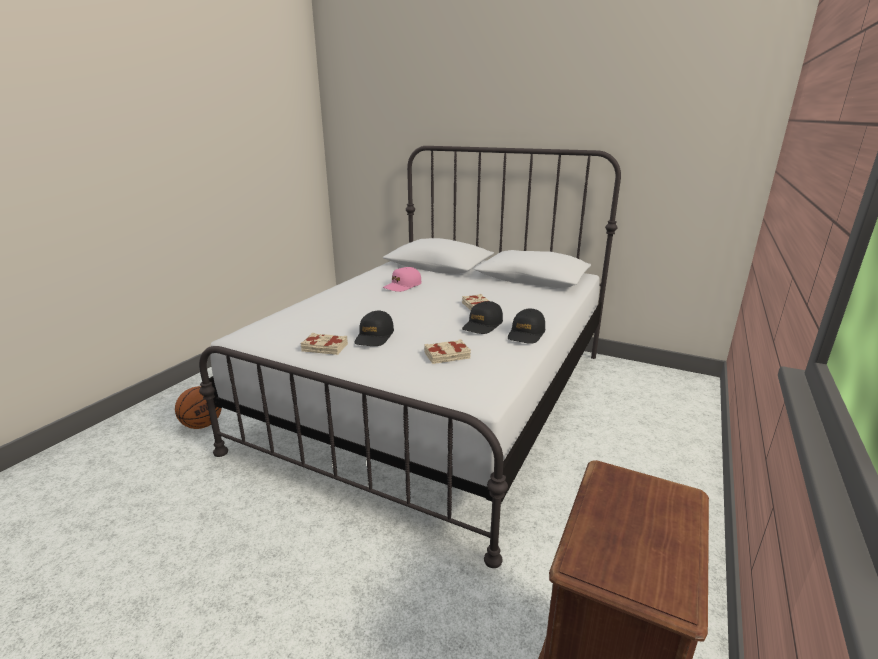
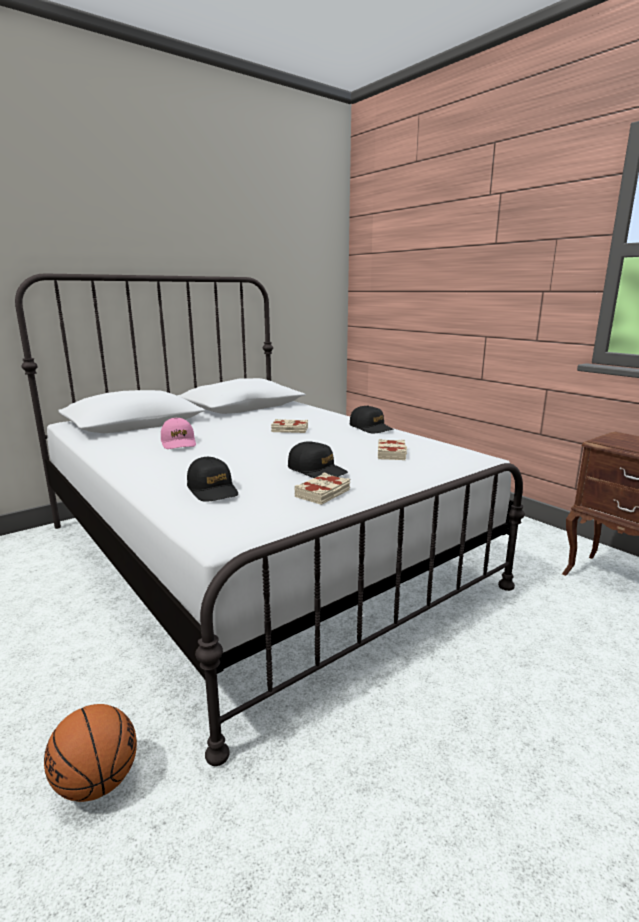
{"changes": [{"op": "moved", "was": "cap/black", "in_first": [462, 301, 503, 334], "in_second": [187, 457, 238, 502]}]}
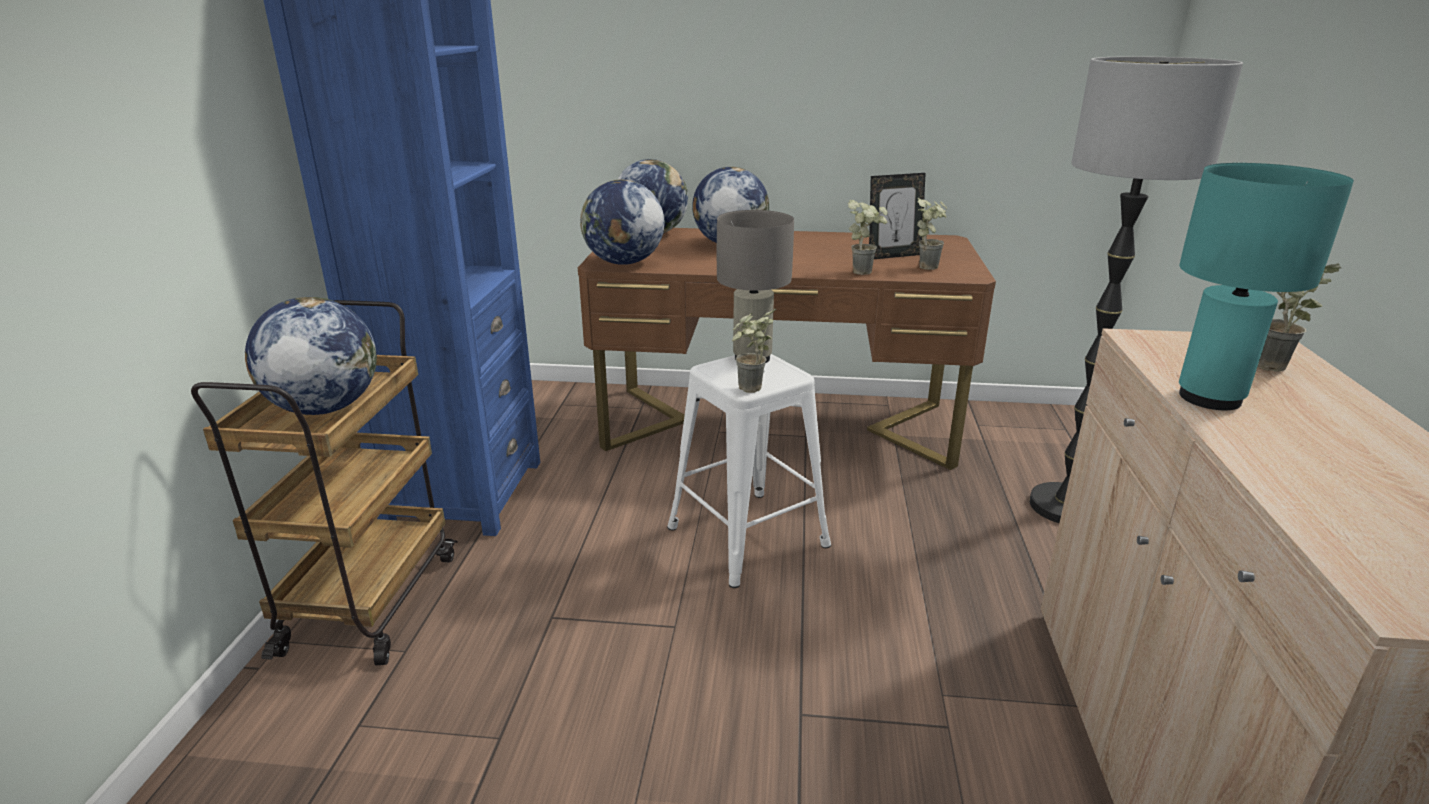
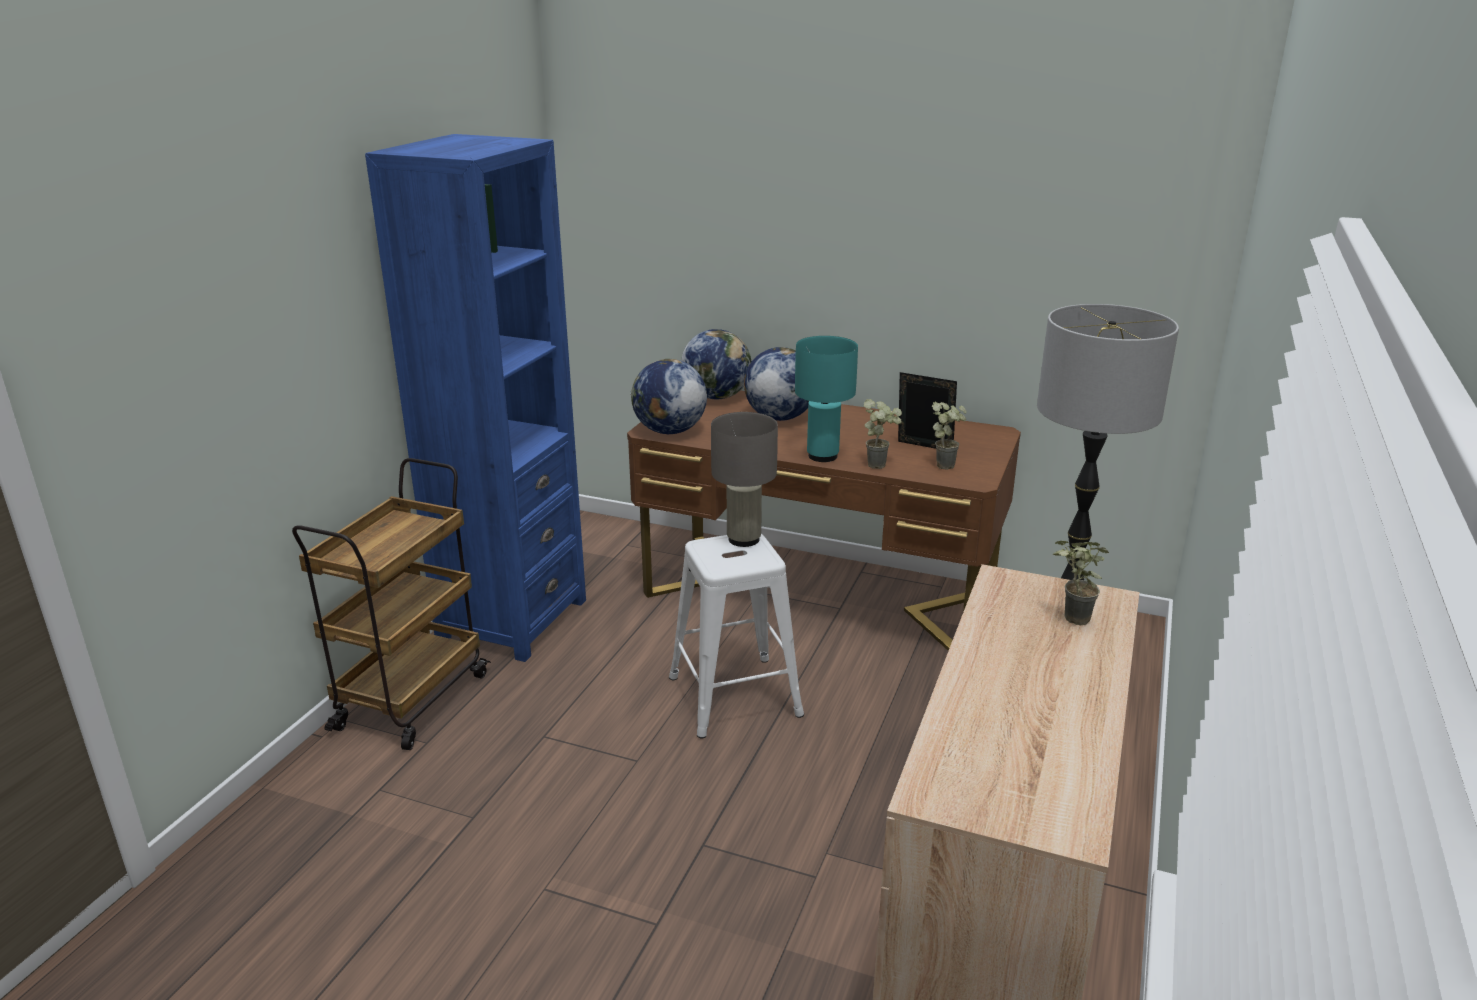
{"changes": [{"op": "removed", "was": "globe", "in_first": [245, 297, 377, 415]}, {"op": "removed", "was": "potted plant", "in_first": [732, 309, 776, 393]}, {"op": "turned", "was": "picture frame", "in_first": [869, 173, 925, 259], "in_second": [898, 372, 957, 449], "clockwise": -150}, {"op": "moved", "was": "table lamp/turquoise", "in_first": [1179, 163, 1354, 410], "in_second": [795, 336, 858, 462]}]}
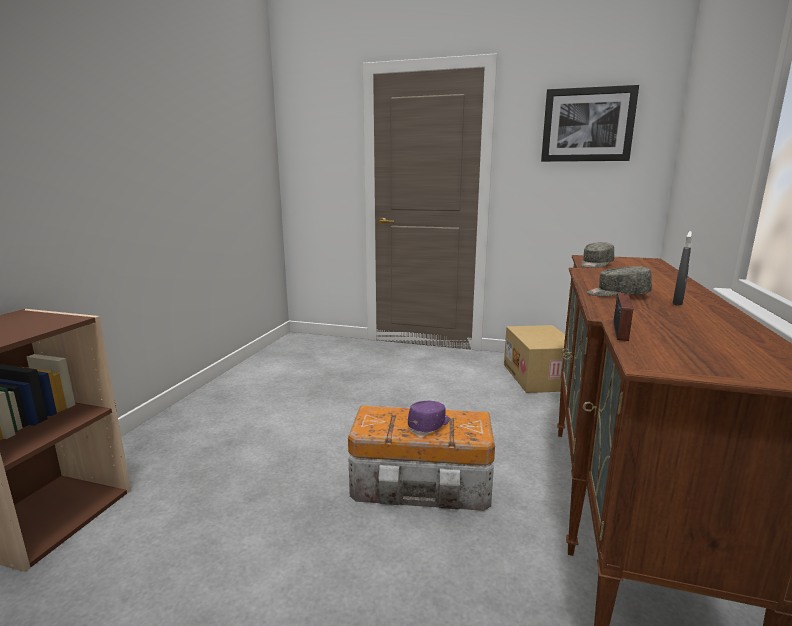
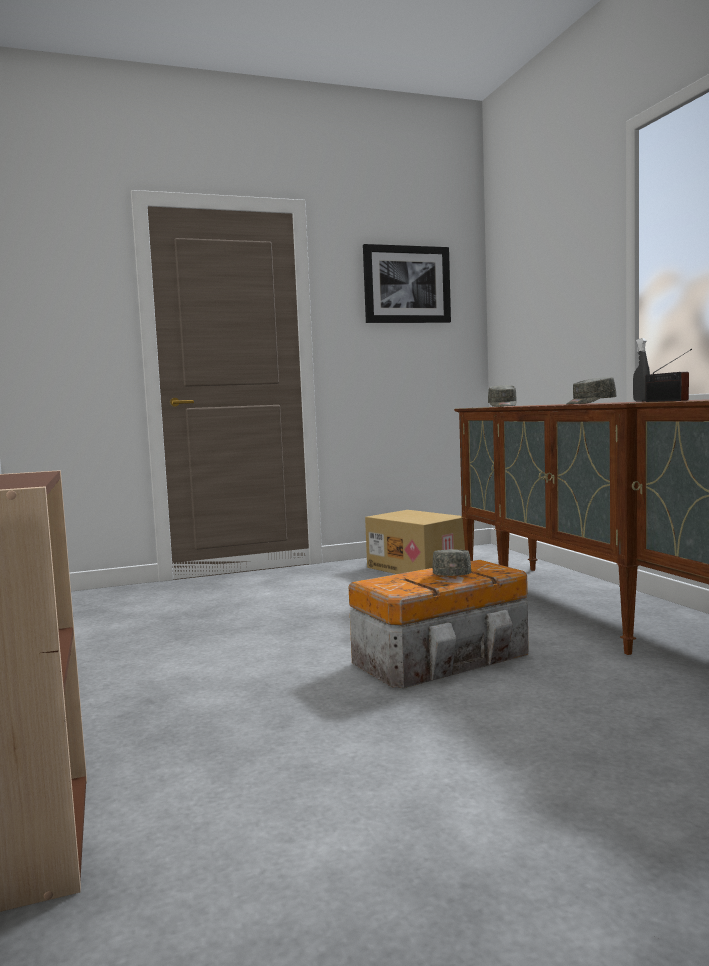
{"changes": [{"op": "recoloured", "was": "cap/purple", "now": "cap/grey", "in_first": [408, 401, 449, 432], "in_second": [432, 549, 471, 576]}]}
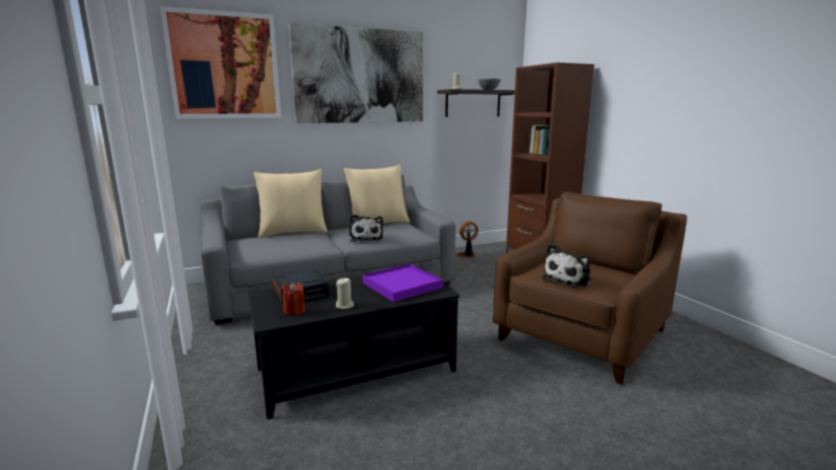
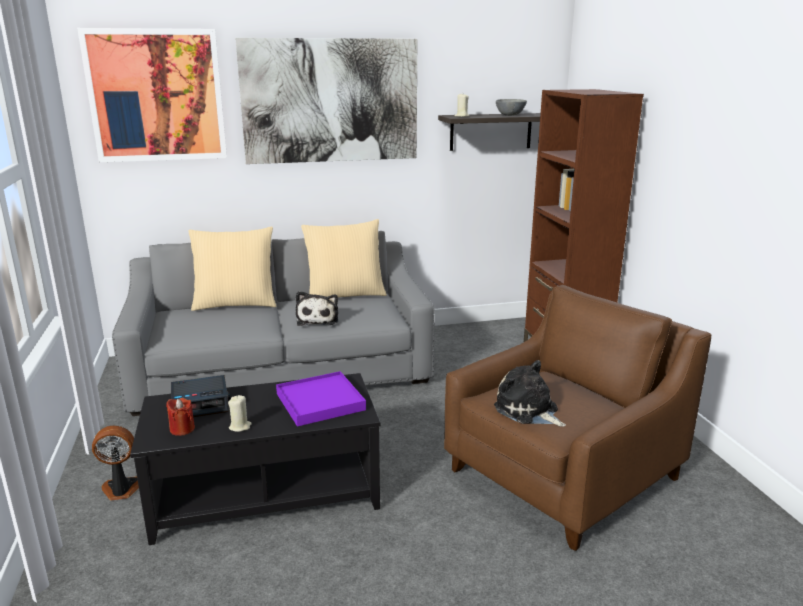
{"changes": [{"op": "moved", "was": "fan", "in_first": [456, 221, 478, 258], "in_second": [92, 426, 139, 500]}, {"op": "turned", "was": "plush toy", "in_first": [542, 243, 592, 287], "in_second": [494, 360, 566, 427], "clockwise": 90}]}
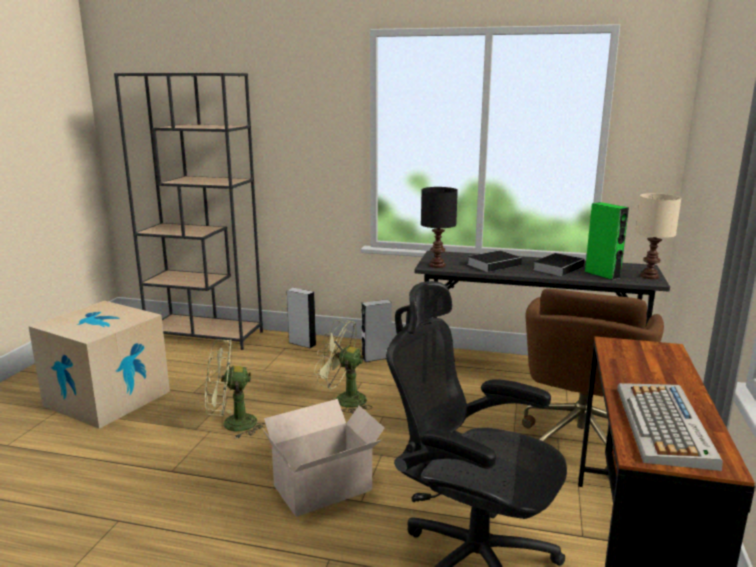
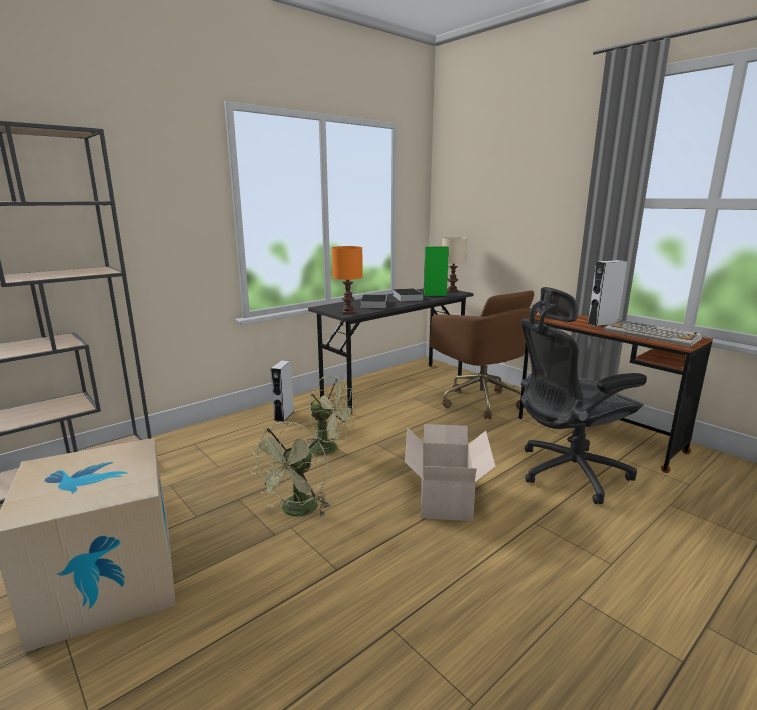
{"changes": [{"op": "moved", "was": "speaker/grey", "in_first": [287, 288, 316, 348], "in_second": [588, 260, 627, 327]}, {"op": "turned", "was": "fan/green", "in_first": [314, 319, 372, 413], "in_second": [307, 376, 356, 462], "clockwise": -120}, {"op": "recoloured", "was": "table lamp/black", "now": "table lamp/orange", "in_first": [421, 187, 458, 268], "in_second": [332, 246, 363, 314]}]}
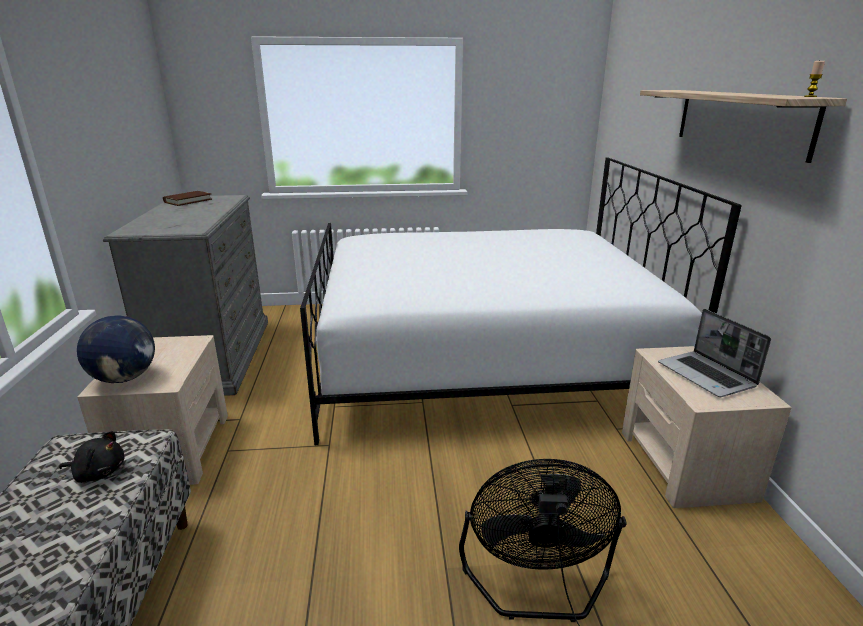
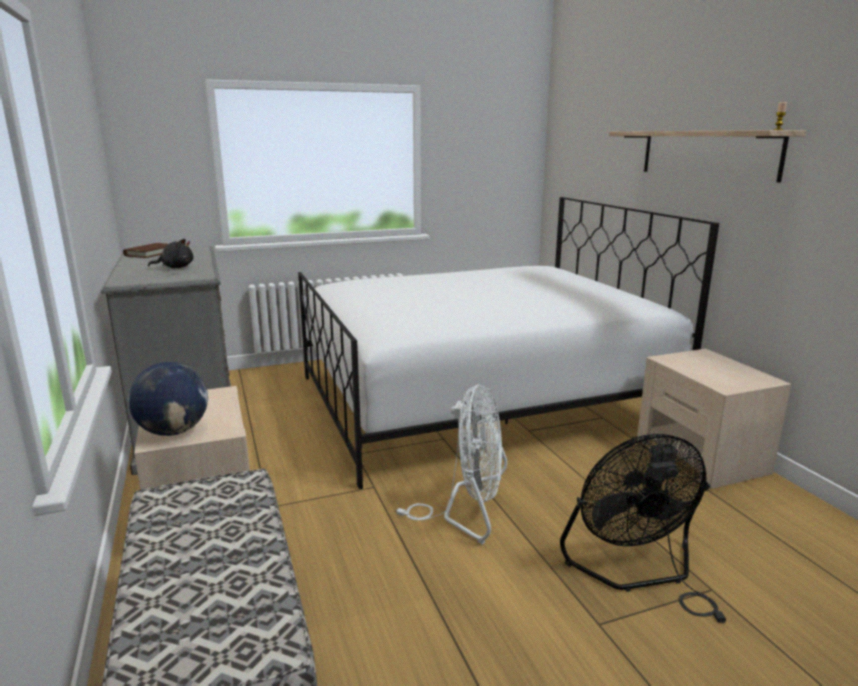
{"changes": [{"op": "moved", "was": "plush toy/black", "in_first": [59, 431, 124, 483], "in_second": [148, 239, 193, 268]}, {"op": "removed", "was": "laptop", "in_first": [658, 309, 771, 397]}, {"op": "added", "now": "fan/white", "in_second": [395, 385, 507, 545]}]}
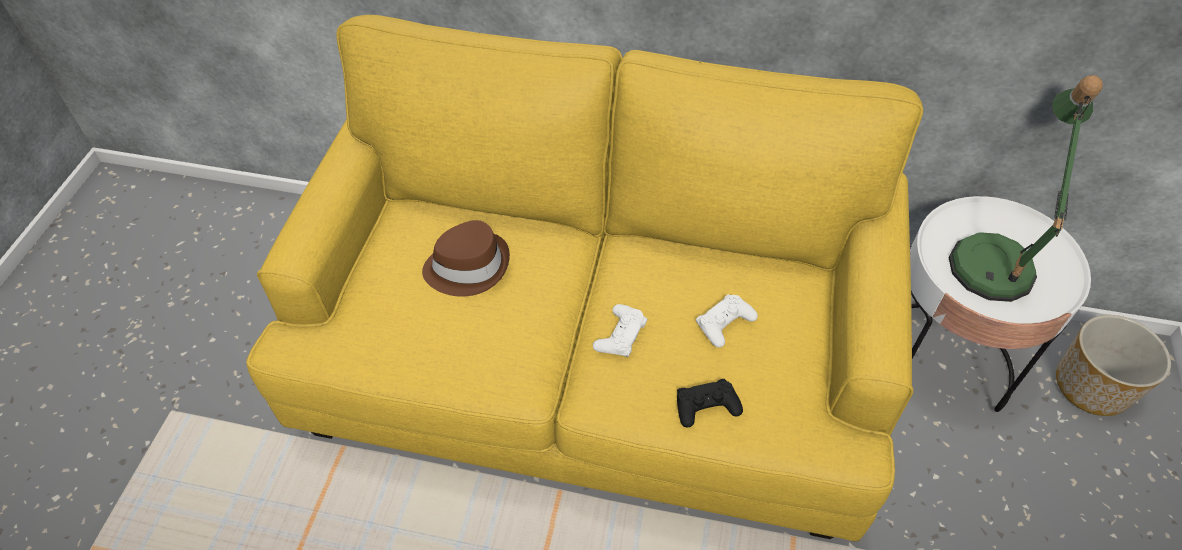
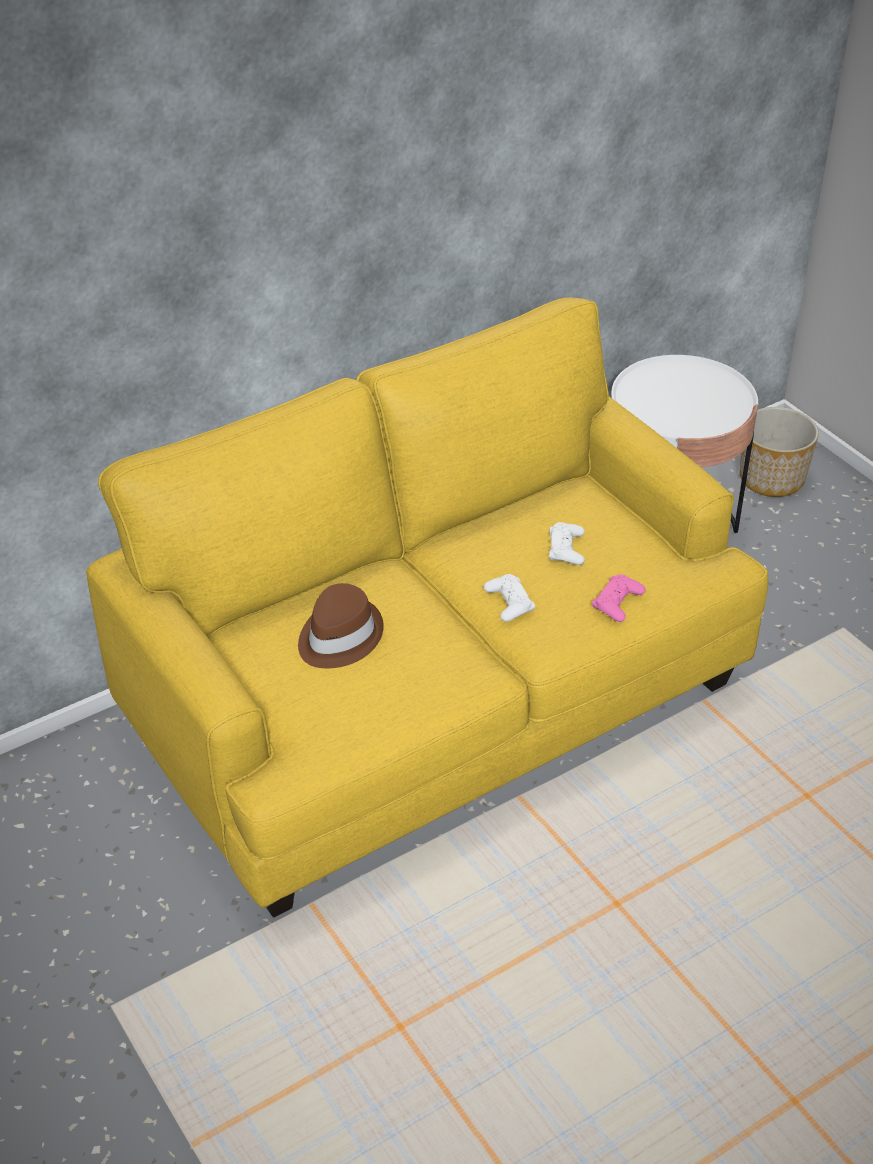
{"changes": [{"op": "recoloured", "was": "game controller/black", "now": "game controller/pink", "in_first": [677, 379, 743, 427], "in_second": [592, 574, 645, 622]}, {"op": "removed", "was": "table lamp", "in_first": [948, 75, 1103, 302]}]}
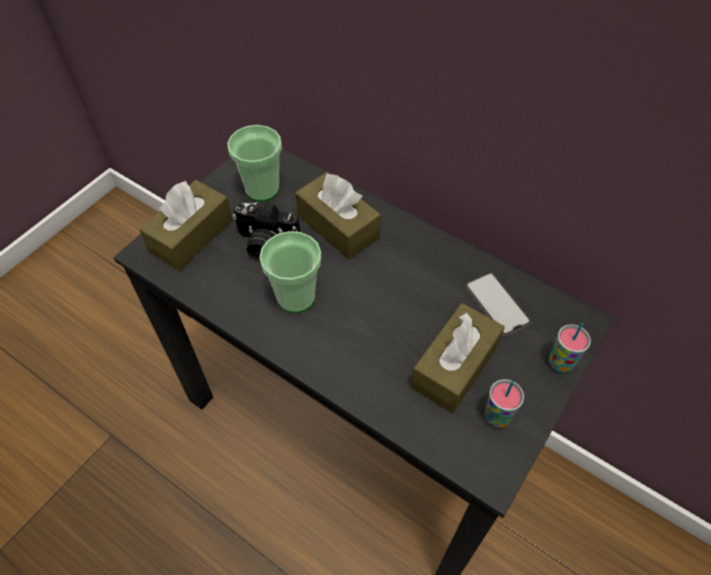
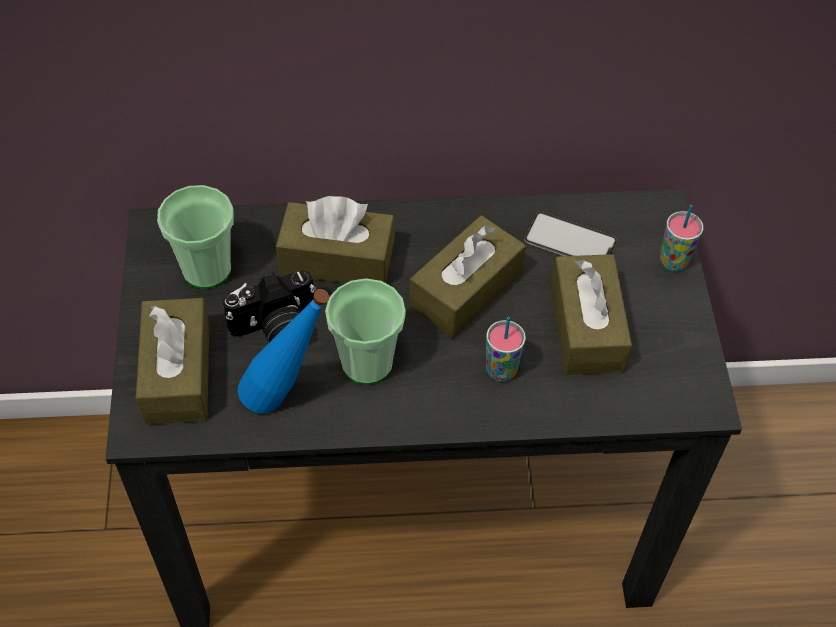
{"changes": [{"op": "moved", "was": "cup", "in_first": [484, 379, 524, 428], "in_second": [486, 317, 526, 382]}, {"op": "added", "now": "bottle/blue", "in_second": [238, 289, 329, 414]}, {"op": "added", "now": "tissue box/brown", "in_second": [410, 215, 526, 338]}]}
